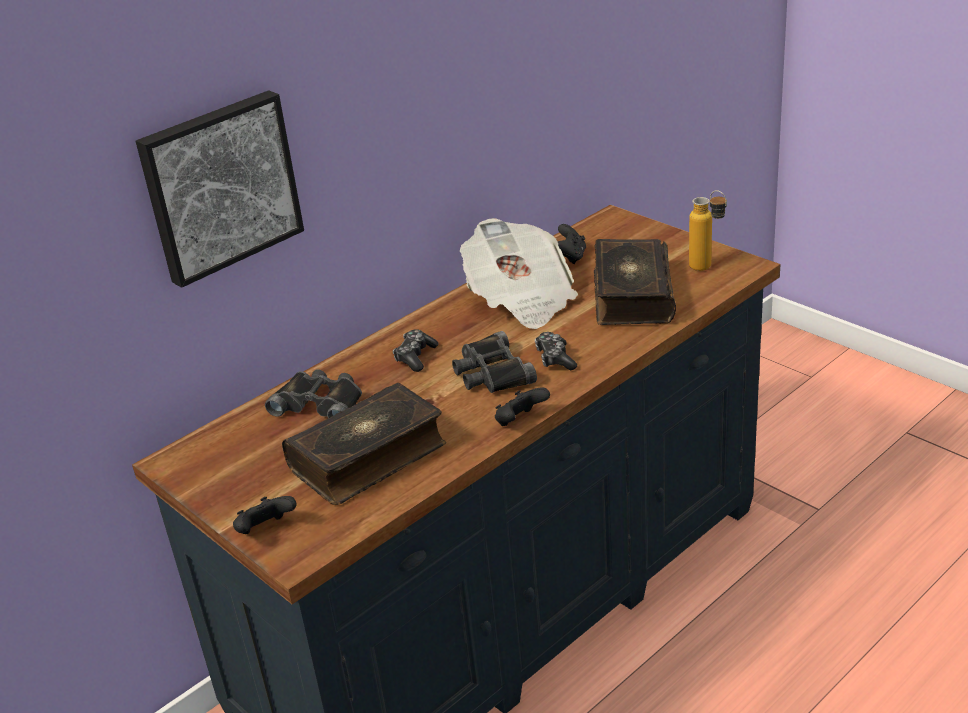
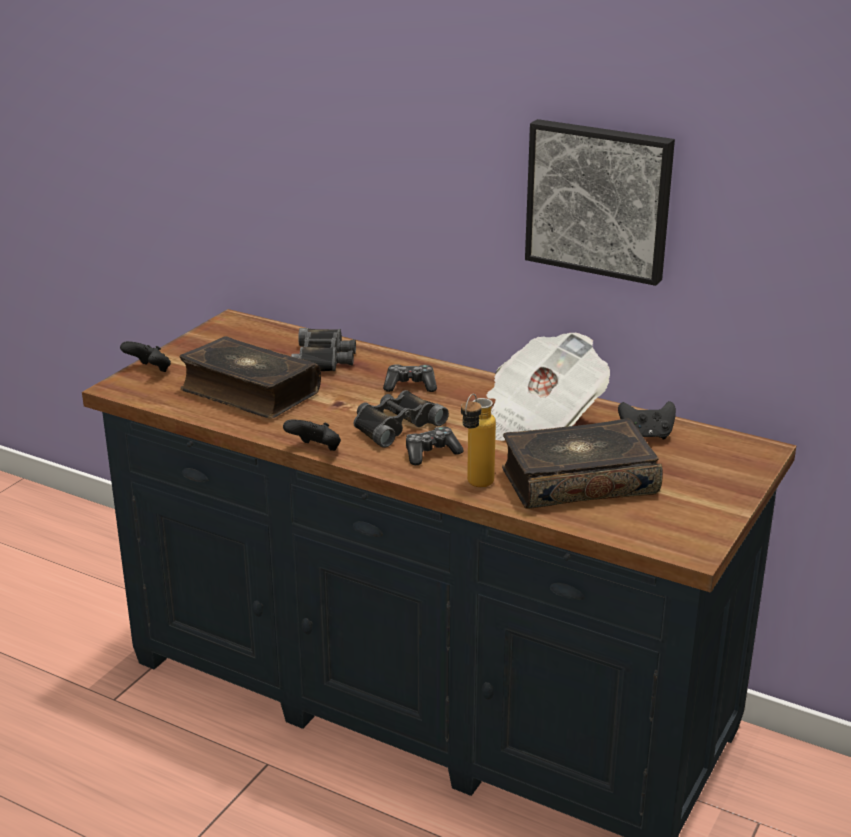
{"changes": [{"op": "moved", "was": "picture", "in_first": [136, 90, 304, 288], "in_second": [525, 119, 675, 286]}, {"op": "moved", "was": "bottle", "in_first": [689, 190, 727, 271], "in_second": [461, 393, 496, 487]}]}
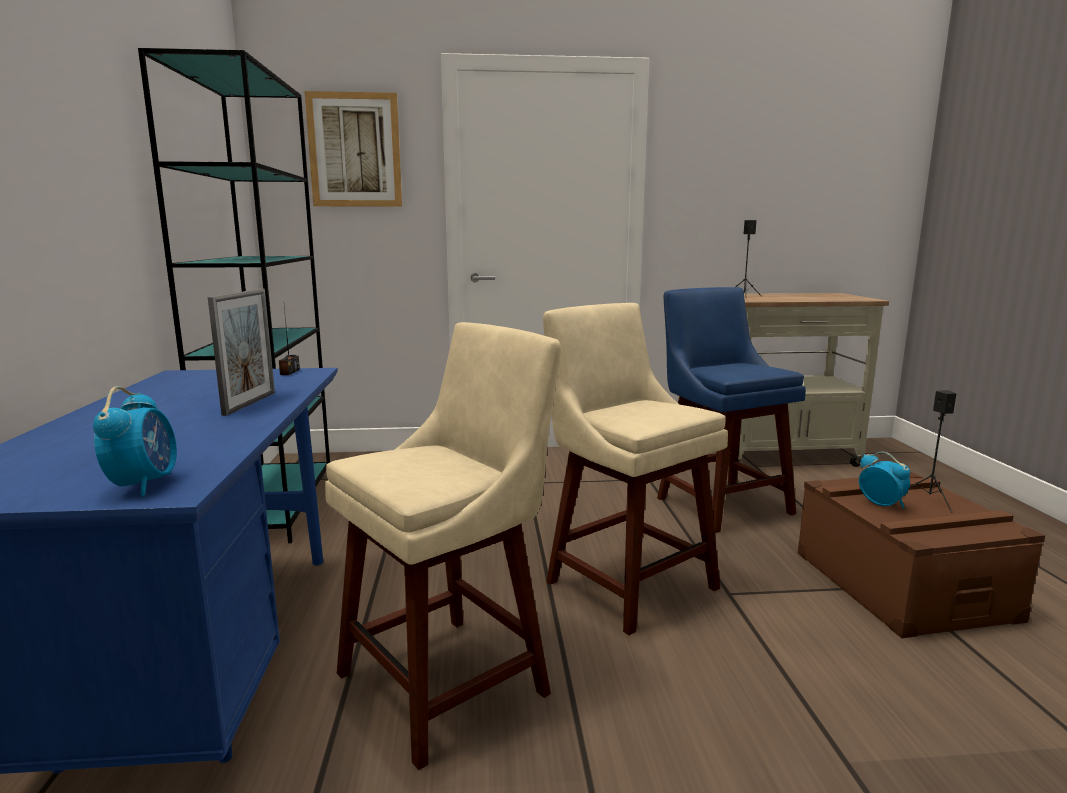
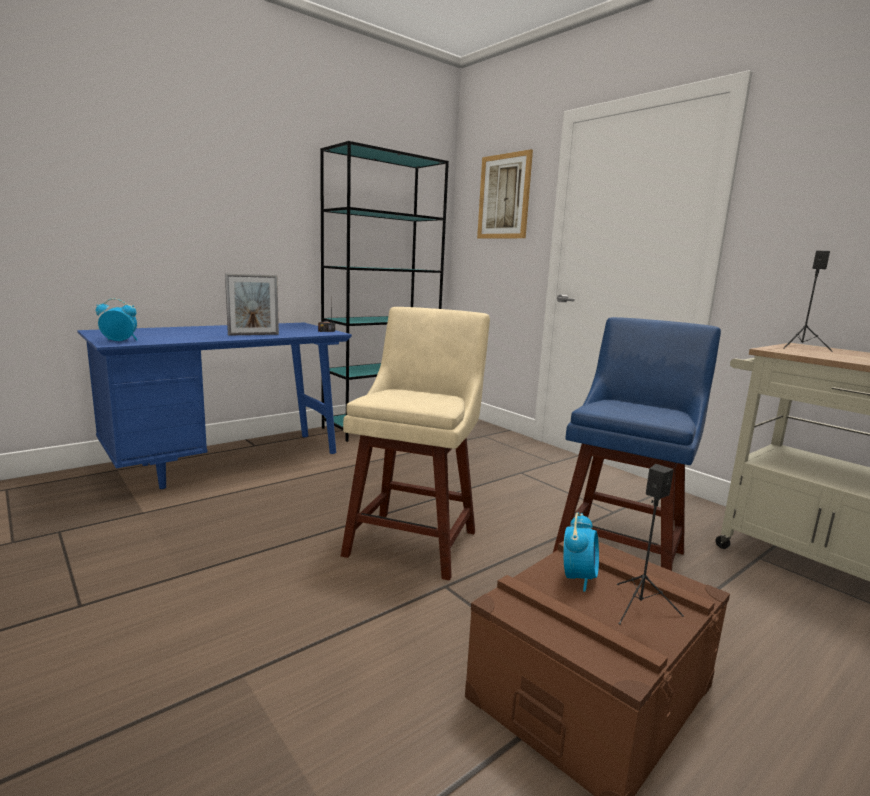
{"changes": [{"op": "turned", "was": "alarm clock", "in_first": [93, 386, 177, 497], "in_second": [96, 298, 137, 341], "clockwise": -150}, {"op": "removed", "was": "chair/beige", "in_first": [325, 322, 561, 770]}]}
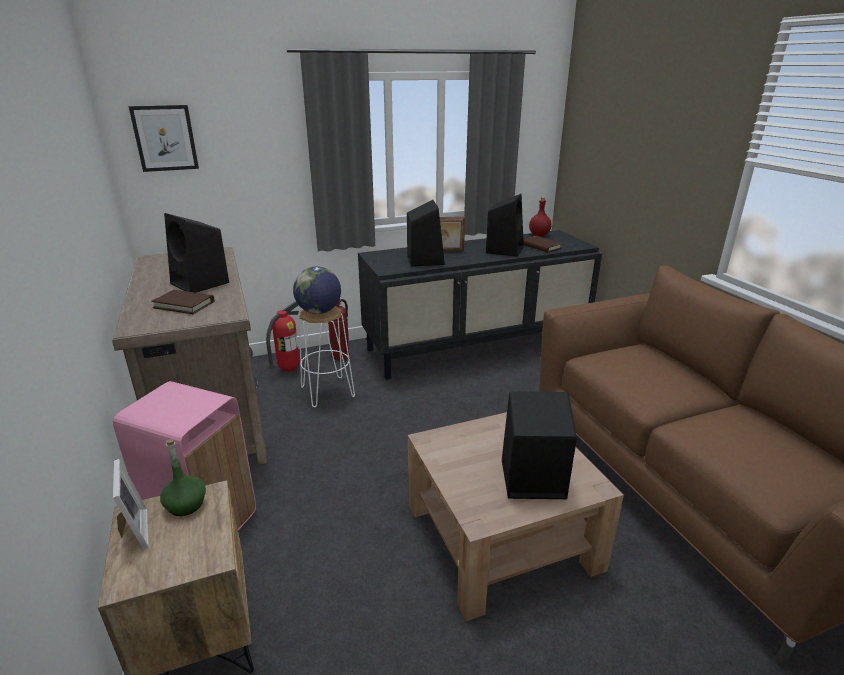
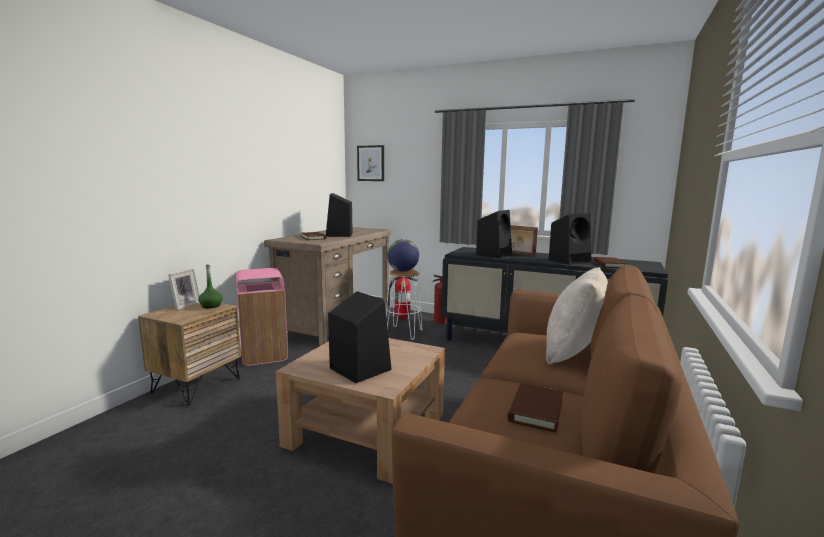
{"changes": [{"op": "removed", "was": "bottle/red", "in_first": [529, 197, 551, 236]}, {"op": "added", "now": "book/brown", "in_second": [507, 383, 563, 432]}, {"op": "added", "now": "pillow/beige", "in_second": [546, 267, 608, 364]}]}
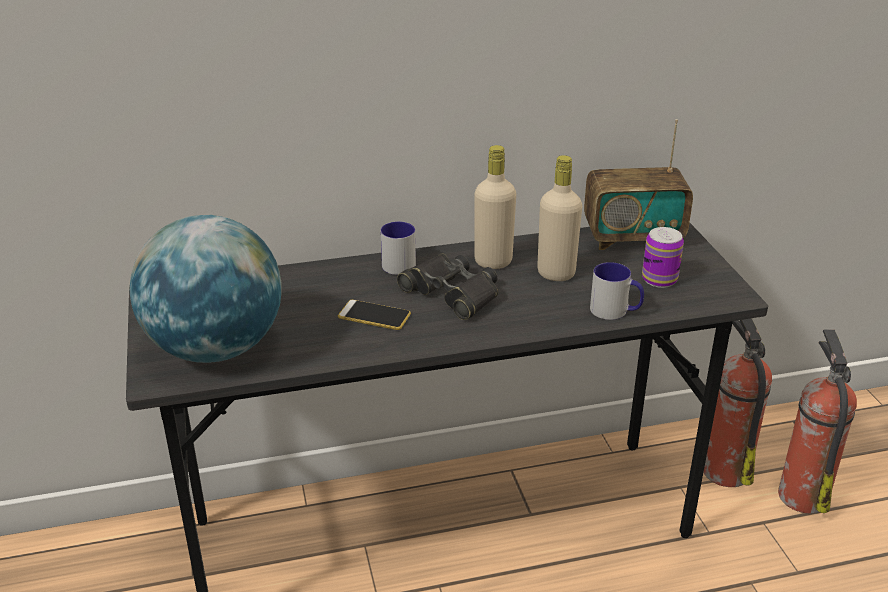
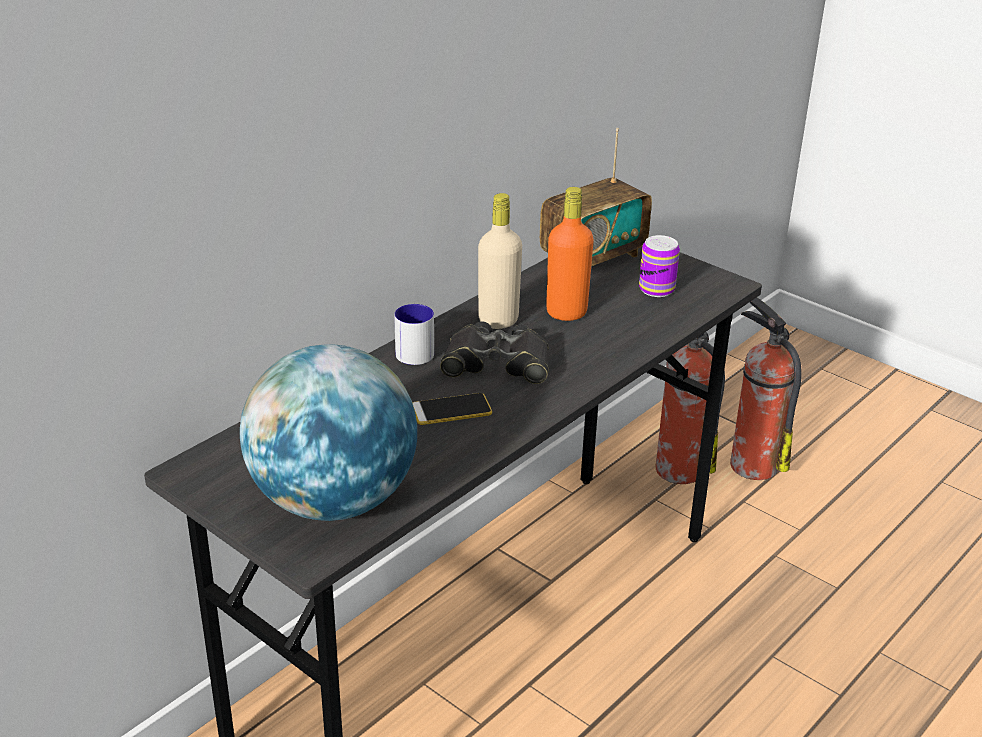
{"changes": [{"op": "recoloured", "was": "bottle/beige", "now": "bottle/orange", "in_first": [537, 155, 582, 281], "in_second": [546, 187, 594, 321]}, {"op": "removed", "was": "mug", "in_first": [590, 262, 644, 320]}]}
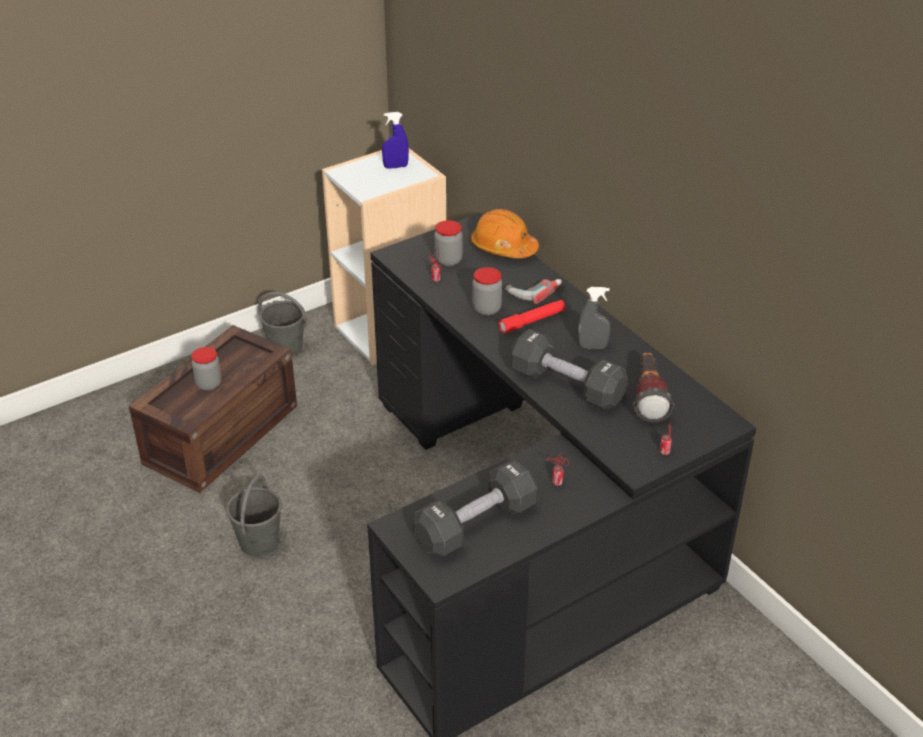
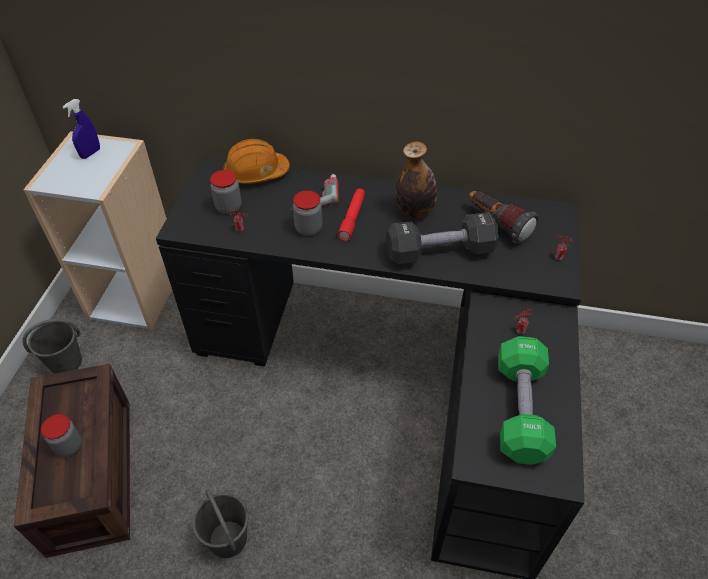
{"changes": [{"op": "recoloured", "was": "dumbbell/black", "now": "dumbbell/green", "in_first": [413, 460, 537, 557], "in_second": [498, 336, 556, 465]}, {"op": "replaced", "was": "spray bottle/grey", "now": "bottle", "in_first": [577, 287, 610, 349], "in_second": [396, 142, 437, 218]}]}
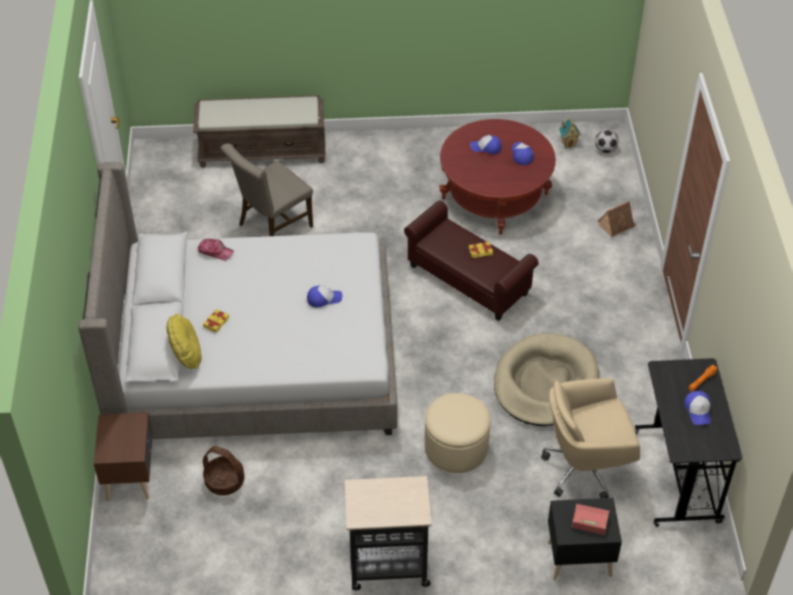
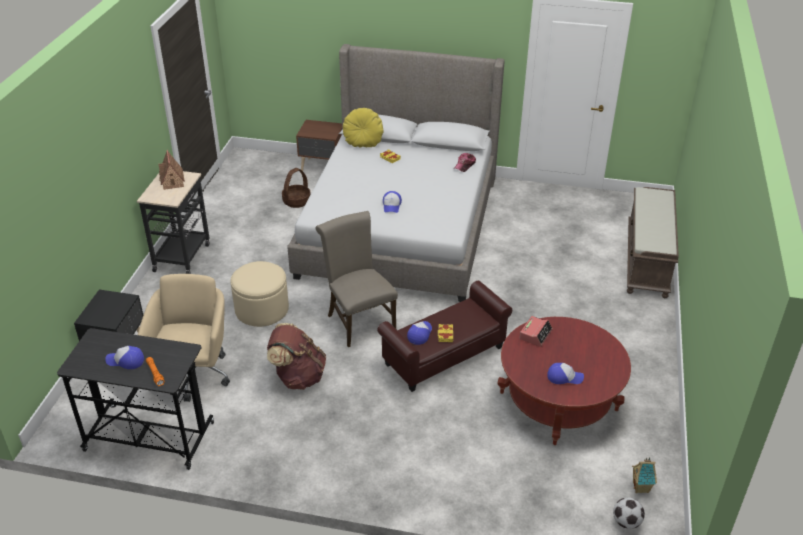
{"changes": [{"op": "moved", "was": "chair/beige", "in_first": [220, 144, 313, 236], "in_second": [315, 211, 398, 347]}, {"op": "moved", "was": "cap", "in_first": [470, 135, 502, 154], "in_second": [407, 321, 432, 345]}, {"op": "replaced", "was": "dog bed/beige", "now": "backpack/brown", "in_first": [494, 333, 599, 426], "in_second": [267, 323, 326, 390]}, {"op": "moved", "was": "alarm clock", "in_first": [572, 504, 609, 535], "in_second": [520, 316, 553, 347]}, {"op": "moved", "was": "toy house", "in_first": [597, 201, 637, 237], "in_second": [158, 150, 185, 190]}]}
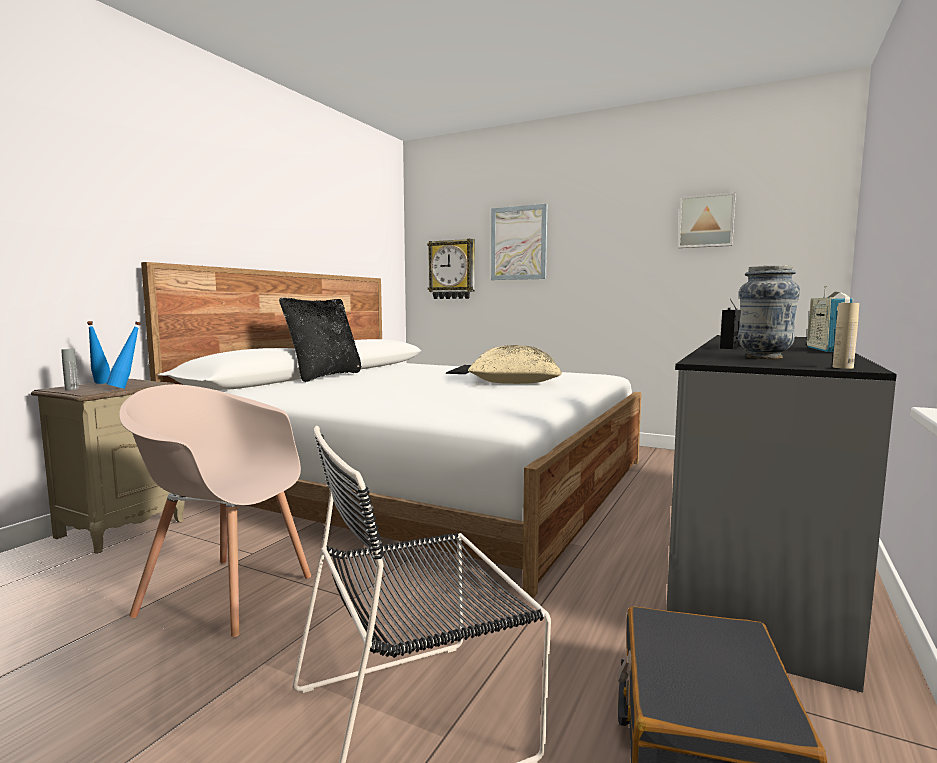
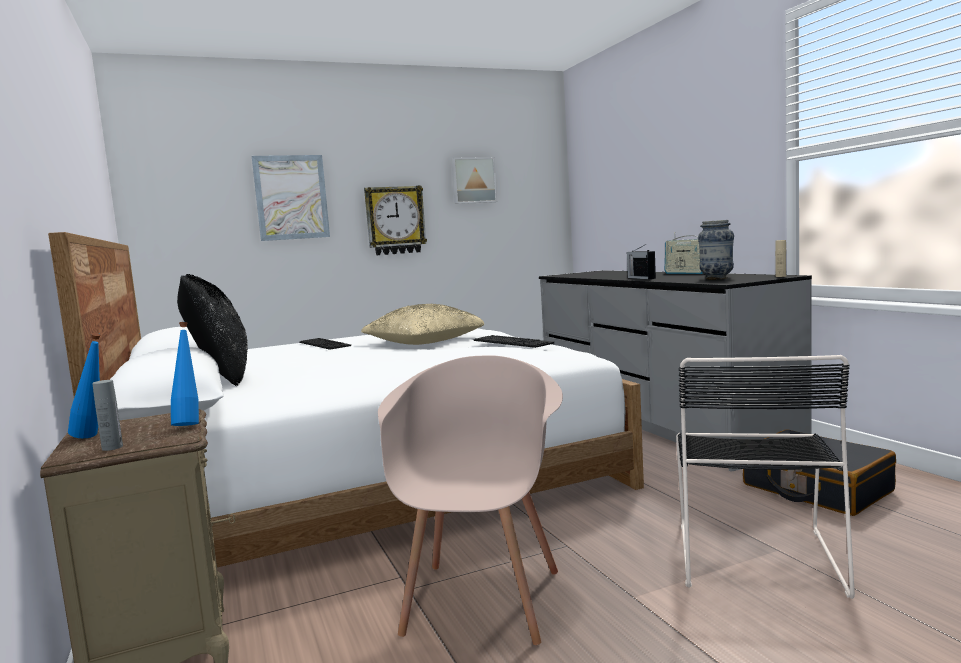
{"changes": [{"op": "turned", "was": "chair/beige", "in_first": [119, 384, 311, 637], "in_second": [378, 355, 563, 645], "clockwise": 135}, {"op": "moved", "was": "wall clock", "in_first": [427, 239, 475, 299], "in_second": [364, 186, 427, 255]}, {"op": "added", "now": "keyboard", "in_second": [473, 335, 554, 348]}]}
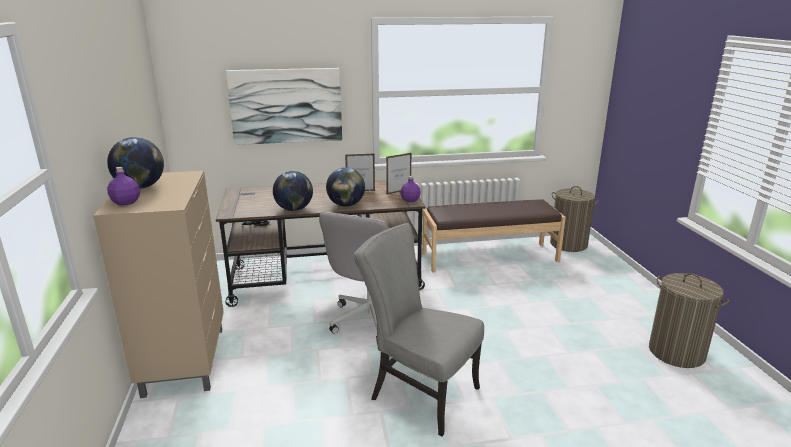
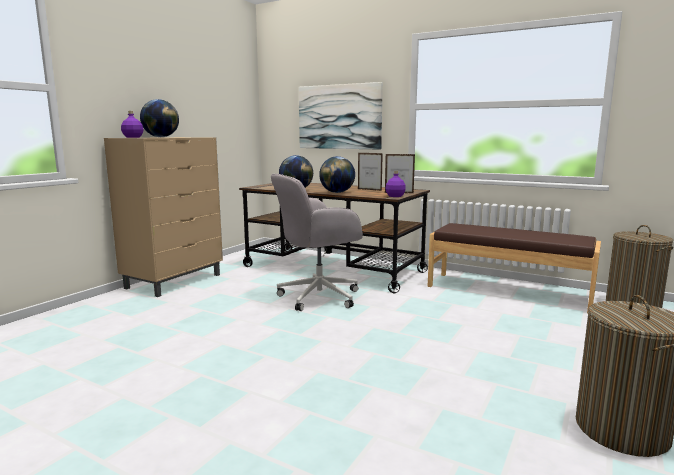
{"changes": [{"op": "removed", "was": "chair/grey", "in_first": [353, 223, 484, 436]}]}
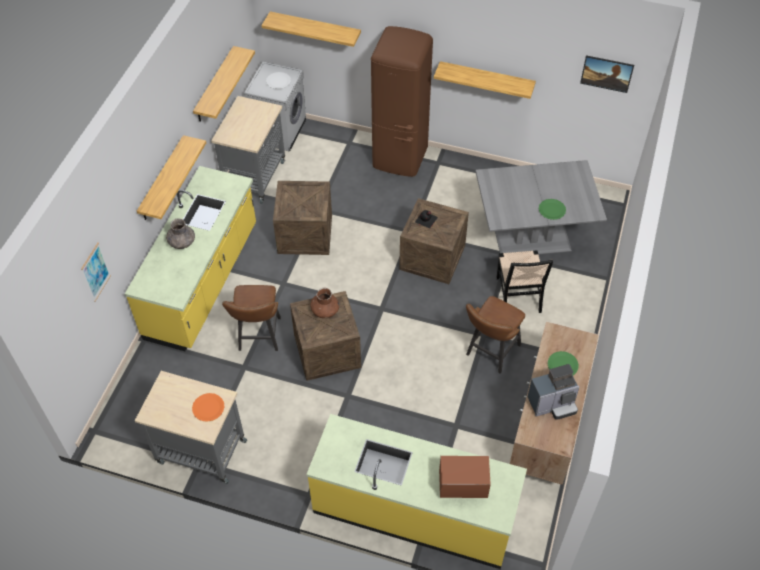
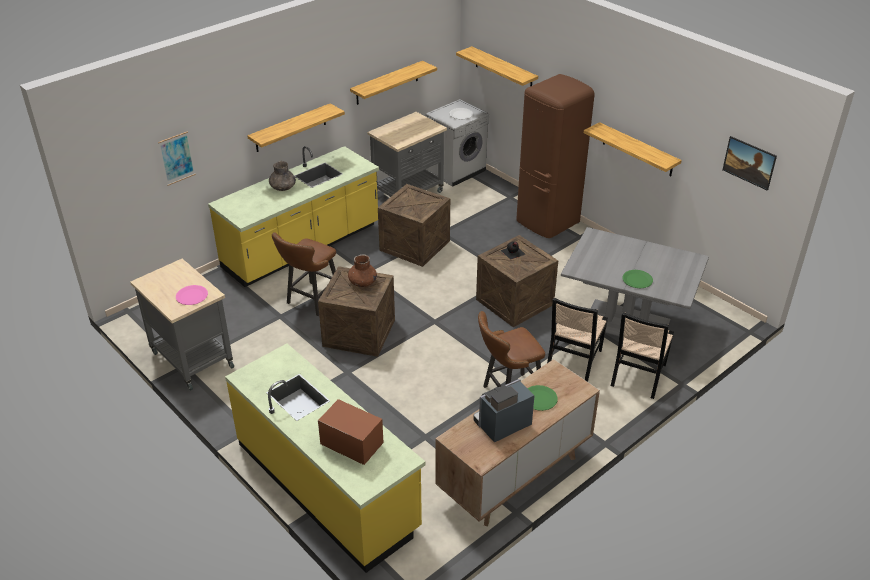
{"changes": [{"op": "recoloured", "was": "plate/orange", "now": "plate/pink", "in_first": [192, 393, 224, 422], "in_second": [176, 285, 208, 305]}, {"op": "turned", "was": "coffee machine", "in_first": [528, 364, 579, 420], "in_second": [473, 379, 535, 442], "clockwise": 135}, {"op": "added", "now": "chair", "in_second": [611, 312, 674, 399]}]}
